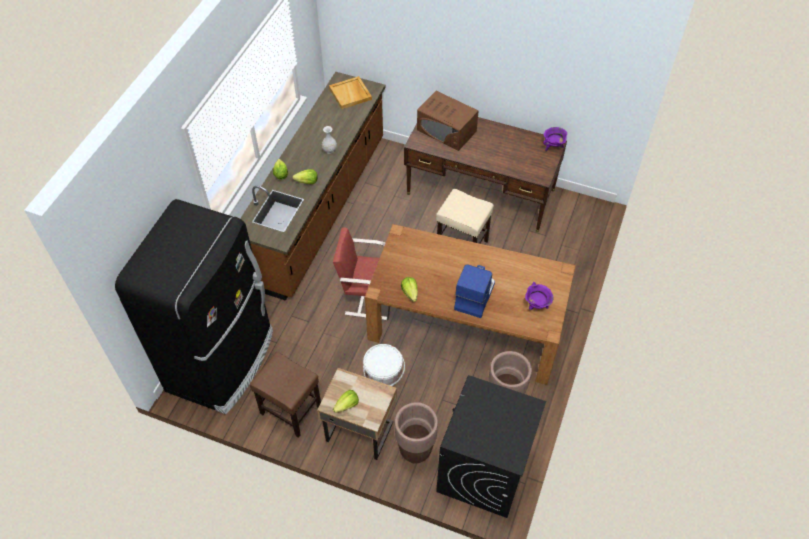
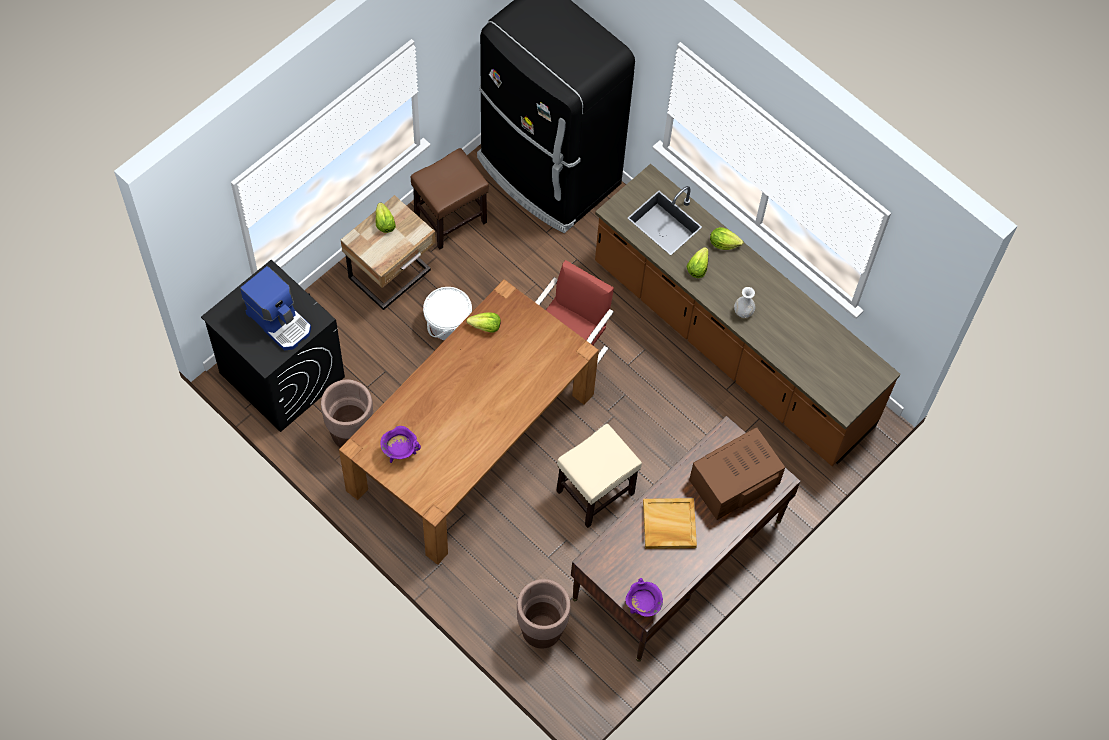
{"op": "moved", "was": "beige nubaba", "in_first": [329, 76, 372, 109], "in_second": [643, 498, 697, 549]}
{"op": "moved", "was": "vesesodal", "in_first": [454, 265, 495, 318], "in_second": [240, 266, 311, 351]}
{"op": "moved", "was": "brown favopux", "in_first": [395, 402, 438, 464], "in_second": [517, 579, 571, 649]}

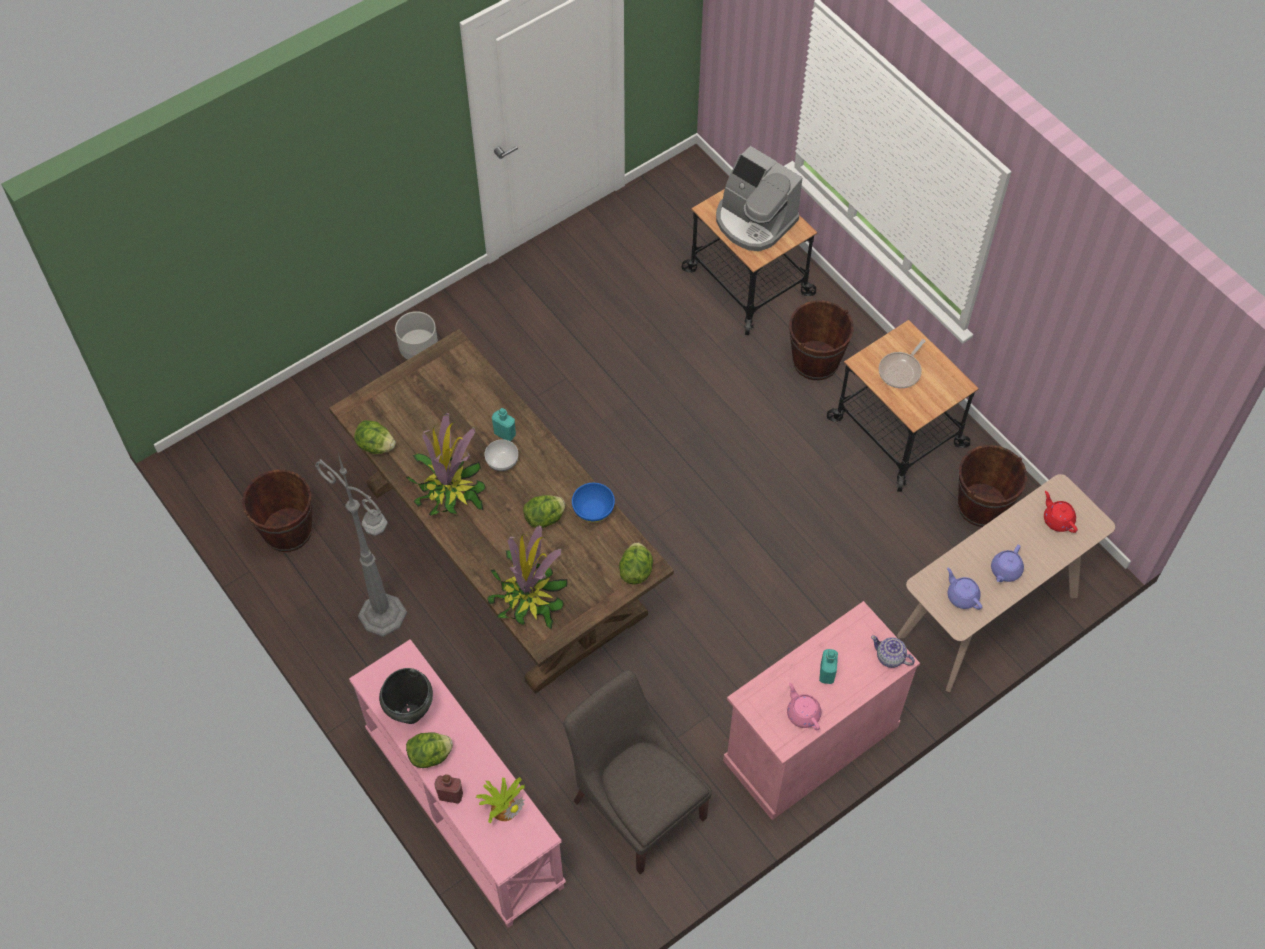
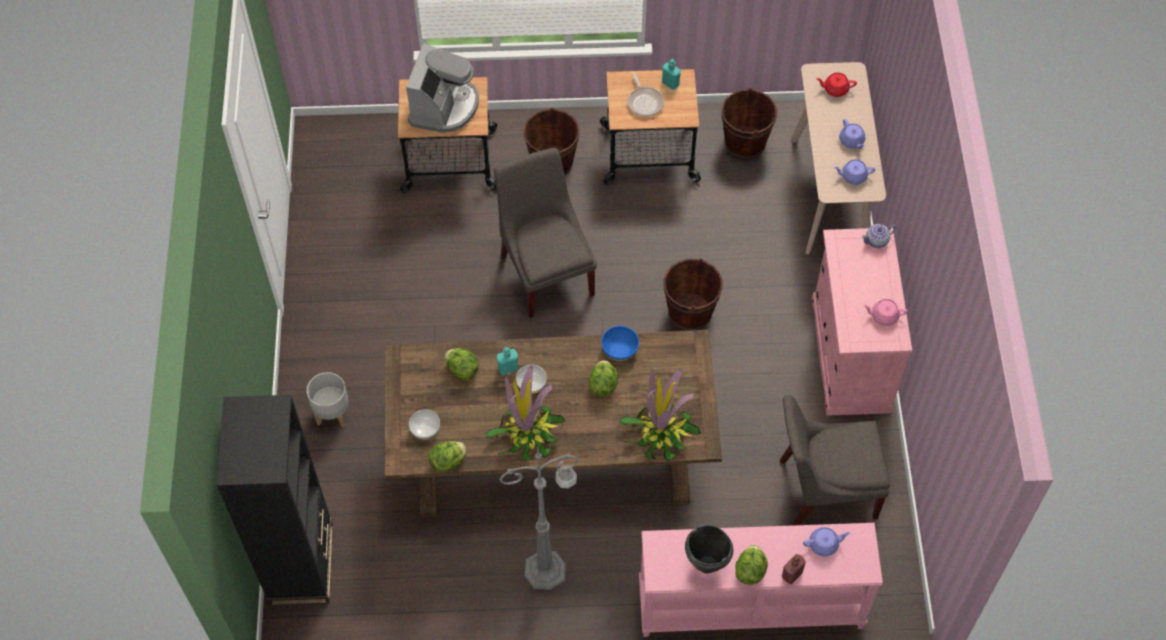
{"op": "turned", "was": "vesesodal", "in_first": [716, 146, 802, 251], "in_second": [406, 43, 479, 133], "clockwise": -60}
{"op": "moved", "was": "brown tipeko", "in_first": [242, 470, 313, 552], "in_second": [664, 258, 723, 331]}
{"op": "moved", "was": "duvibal", "in_first": [619, 542, 653, 585], "in_second": [444, 348, 479, 381]}
{"op": "moved", "was": "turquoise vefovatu", "in_first": [819, 649, 838, 684], "in_second": [662, 59, 681, 90]}
{"op": "replaced", "was": "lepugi", "now": "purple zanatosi", "in_first": [475, 777, 525, 824], "in_second": [803, 527, 850, 556]}
{"op": "added", "now": "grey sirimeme", "in_second": [494, 148, 597, 318]}
{"op": "added", "now": "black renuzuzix", "in_second": [216, 395, 333, 606]}
{"op": "added", "now": "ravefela", "in_second": [409, 410, 440, 440]}

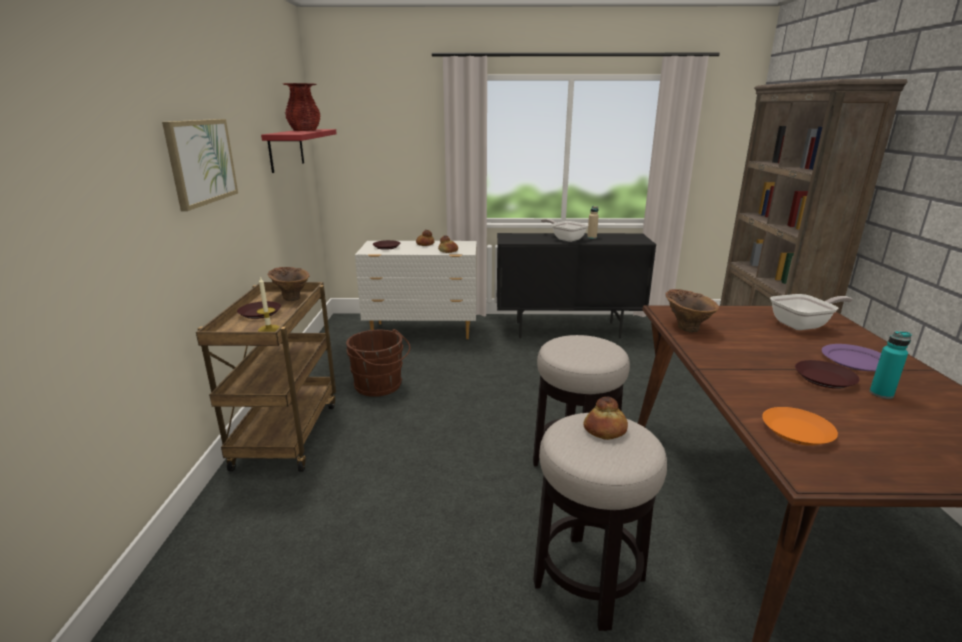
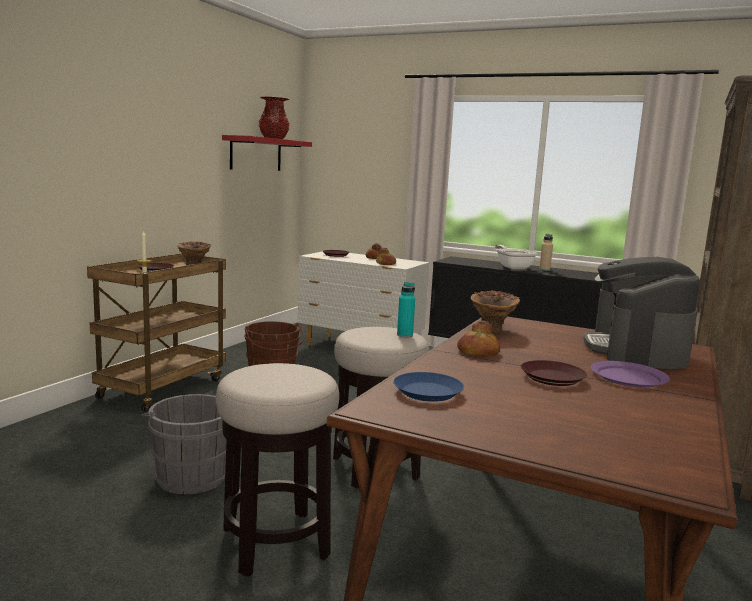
{"op": "removed", "was": "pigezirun", "in_first": [162, 119, 238, 211]}
{"op": "replaced", "was": "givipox", "now": "vesesodal", "in_first": [770, 294, 853, 330], "in_second": [583, 257, 700, 369]}
{"op": "moved", "was": "turquoise vefovatu", "in_first": [870, 331, 912, 399], "in_second": [397, 282, 415, 338]}
{"op": "moved", "was": "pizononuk", "in_first": [583, 397, 628, 440], "in_second": [457, 320, 500, 356]}
{"op": "recoloured", "was": "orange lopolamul", "now": "blue lopolamul", "in_first": [762, 407, 838, 446], "in_second": [393, 372, 464, 402]}
{"op": "added", "now": "grey tipeko", "in_second": [141, 394, 227, 494]}

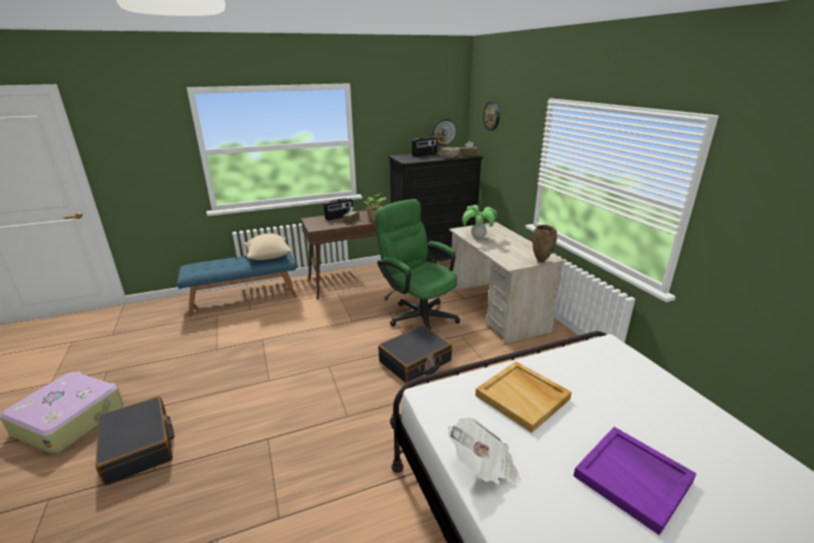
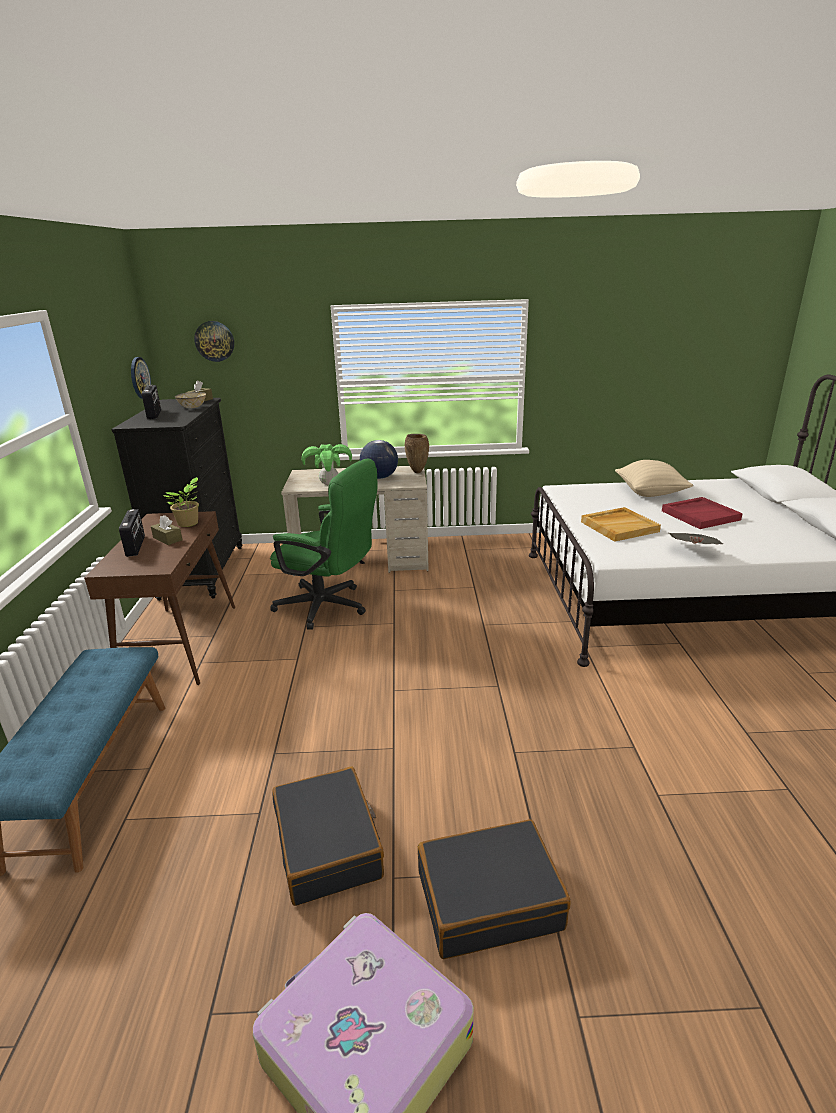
{"op": "turned", "was": "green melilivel", "in_first": [375, 199, 460, 330], "in_second": [270, 459, 377, 630], "clockwise": -135}
{"op": "moved", "was": "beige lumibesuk", "in_first": [244, 233, 291, 260], "in_second": [615, 460, 693, 497]}
{"op": "moved", "was": "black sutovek", "in_first": [378, 325, 452, 383], "in_second": [272, 767, 384, 906]}
{"op": "recoloured", "was": "purple nubaba", "now": "red nubaba", "in_first": [573, 427, 697, 535], "in_second": [662, 497, 743, 529]}
{"op": "added", "now": "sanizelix", "in_second": [360, 440, 398, 479]}

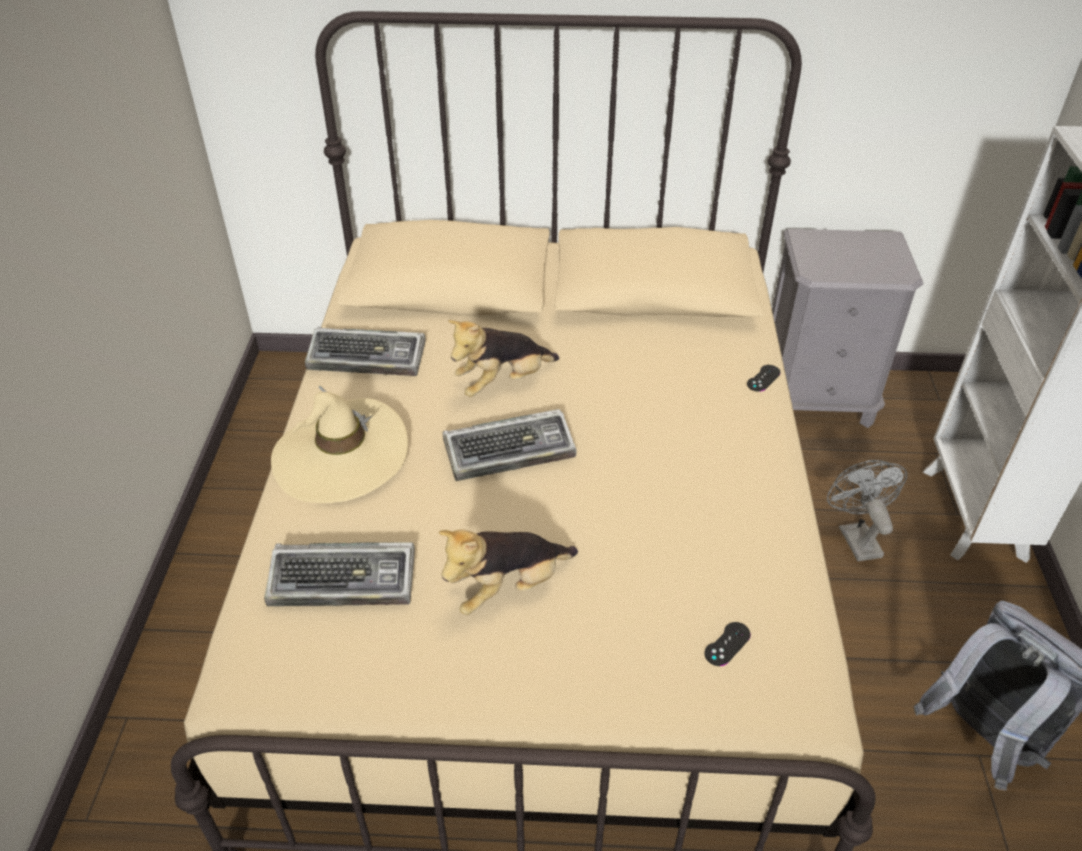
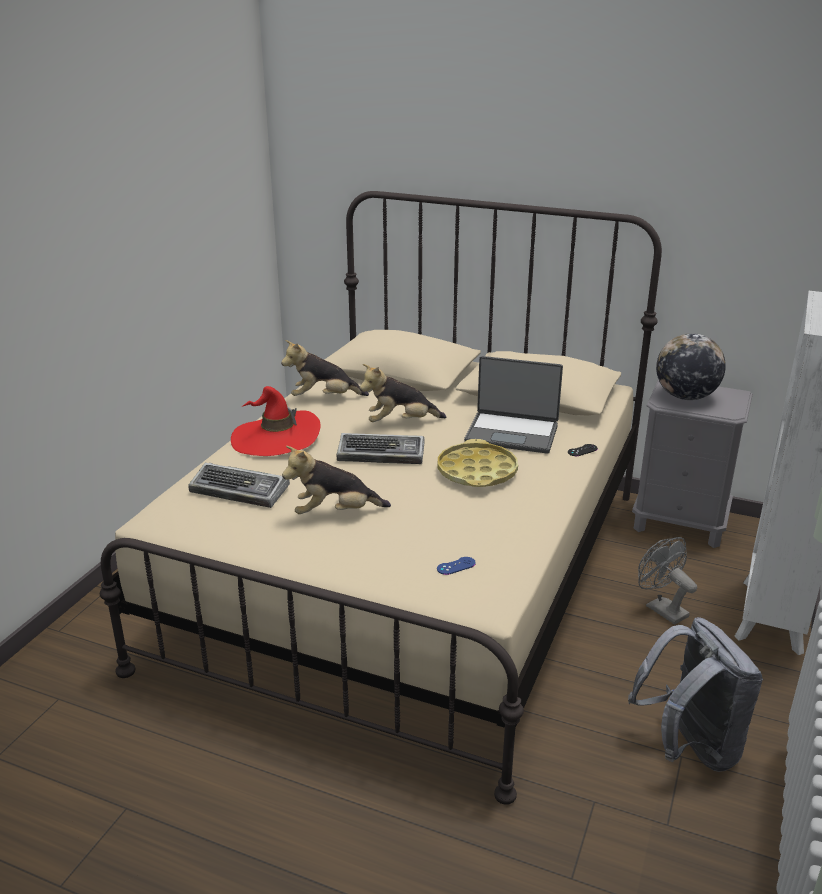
{"op": "replaced", "was": "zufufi", "now": "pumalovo", "in_first": [305, 327, 426, 376], "in_second": [281, 340, 369, 396]}
{"op": "recoloured", "was": "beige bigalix", "now": "red bigalix", "in_first": [271, 386, 408, 503], "in_second": [231, 386, 321, 456]}
{"op": "turned", "was": "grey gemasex", "in_first": [827, 460, 907, 561], "in_second": [638, 537, 697, 625], "clockwise": -45}
{"op": "recoloured", "was": "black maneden", "now": "blue maneden", "in_first": [704, 622, 751, 666], "in_second": [437, 557, 476, 575]}
{"op": "added", "now": "sanizelix", "in_second": [656, 333, 726, 400]}
{"op": "added", "now": "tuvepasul", "in_second": [464, 356, 563, 453]}
{"op": "added", "now": "yellow nubaba", "in_second": [438, 439, 518, 487]}

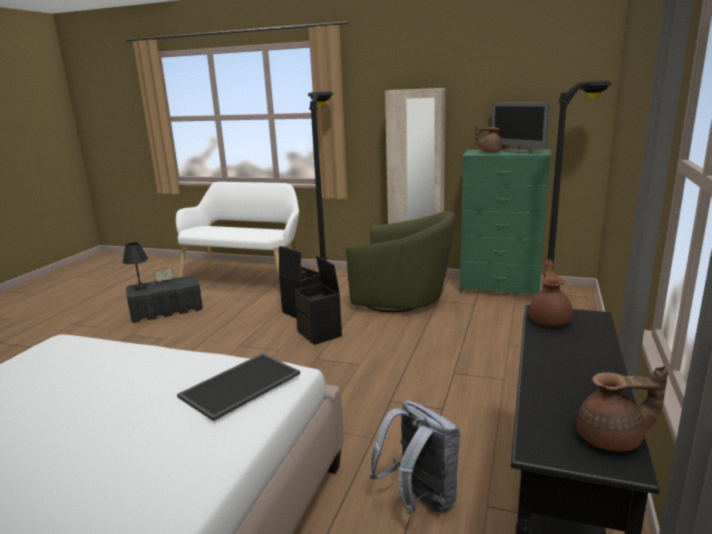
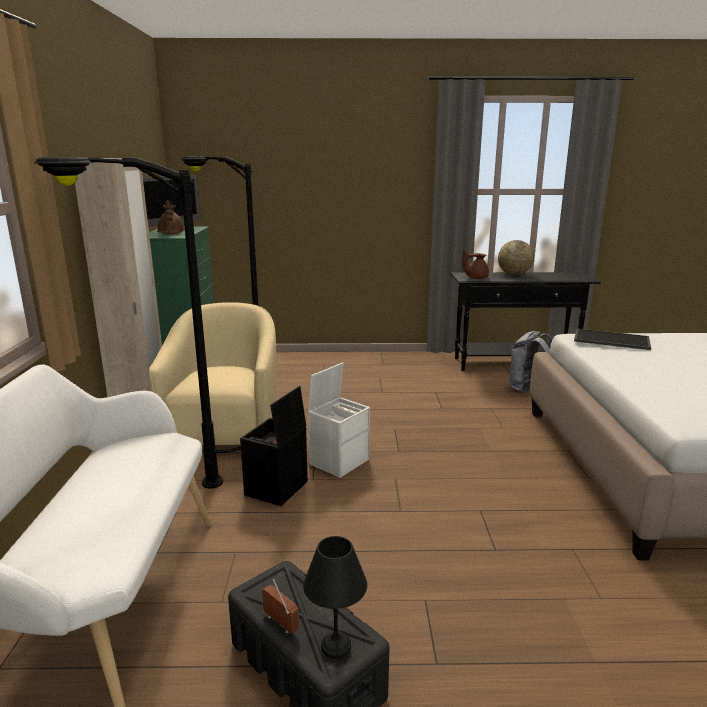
{"op": "recoloured", "was": "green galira", "now": "beige galira", "in_first": [346, 211, 455, 312], "in_second": [149, 302, 276, 453]}
{"op": "recoloured", "was": "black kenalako", "now": "white kenalako", "in_first": [294, 256, 342, 345], "in_second": [308, 362, 370, 478]}
{"op": "removed", "was": "brown zanatosi", "in_first": [577, 366, 668, 451]}
{"op": "added", "now": "sanizelix", "in_second": [498, 240, 534, 275]}

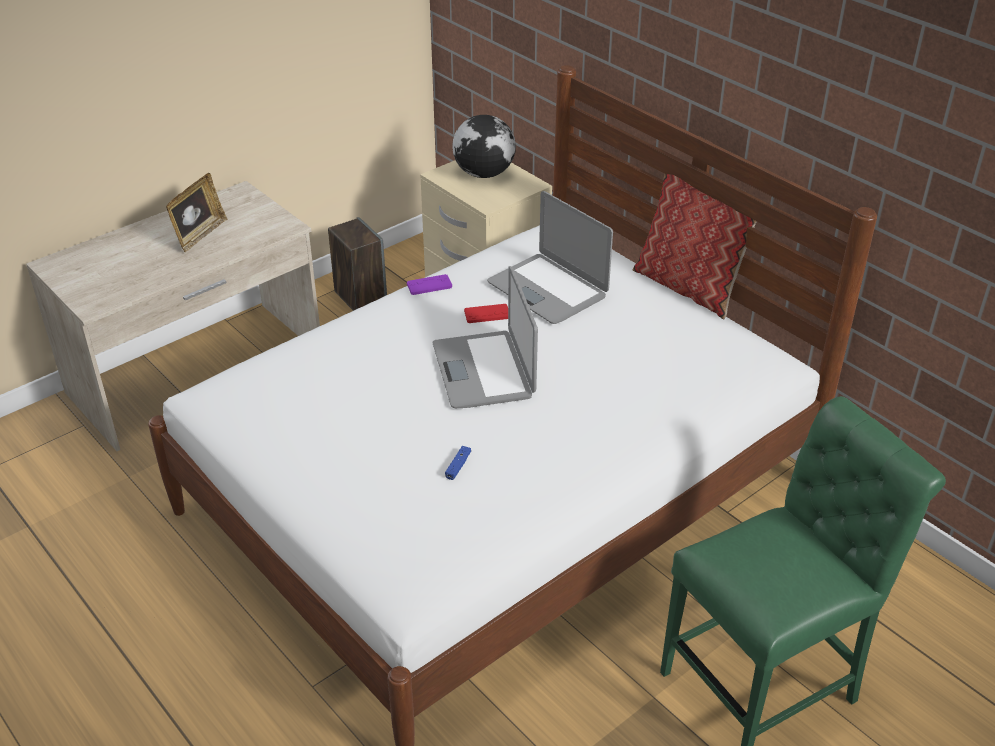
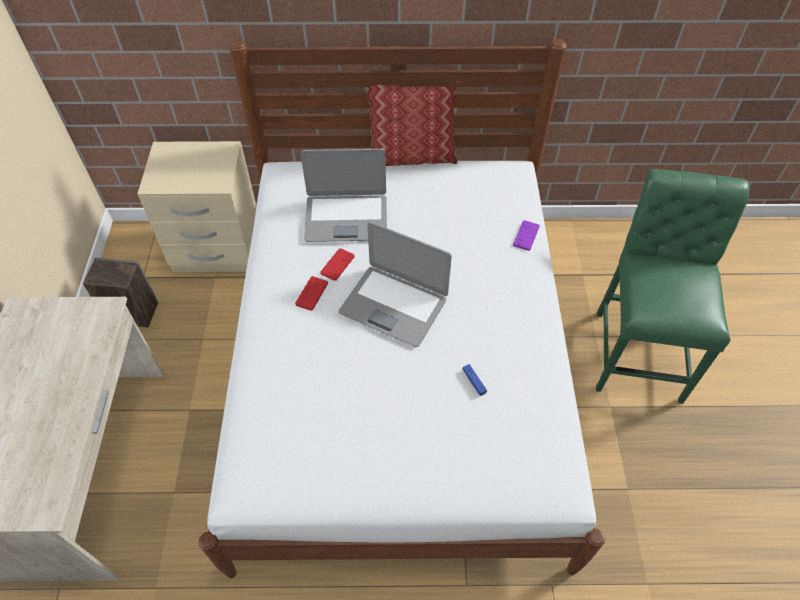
{"op": "removed", "was": "sanizelix", "in_first": [452, 115, 516, 178]}
{"op": "removed", "was": "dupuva", "in_first": [166, 173, 227, 252]}
{"op": "moved", "was": "purple maneden", "in_first": [407, 274, 452, 295], "in_second": [513, 220, 540, 251]}
{"op": "added", "now": "red maneden", "in_second": [295, 276, 328, 311]}

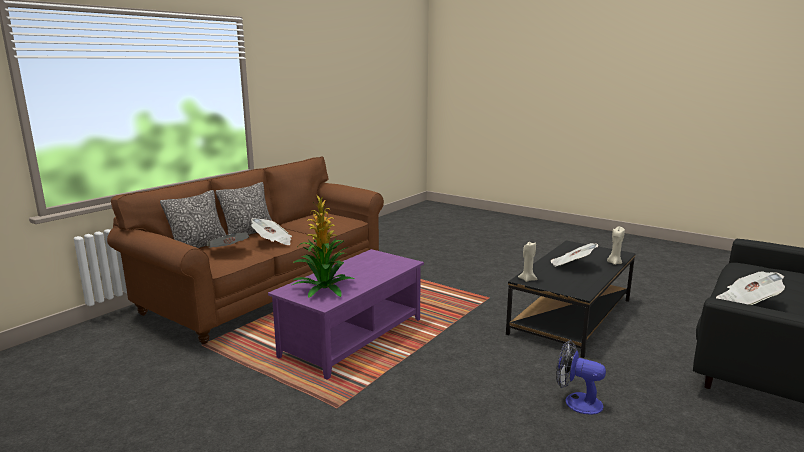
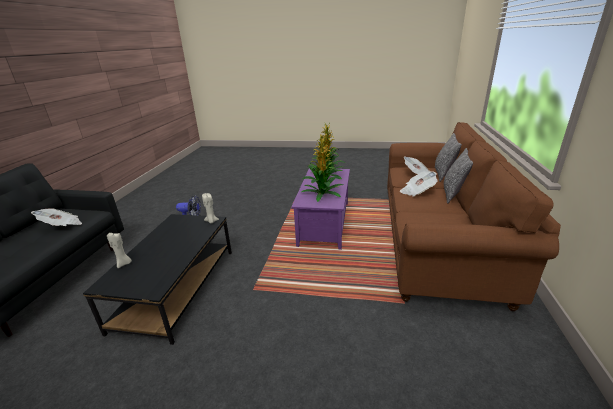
{"op": "removed", "was": "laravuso", "in_first": [551, 243, 598, 267]}
{"op": "added", "now": "lepugi", "in_second": [302, 134, 343, 202]}

